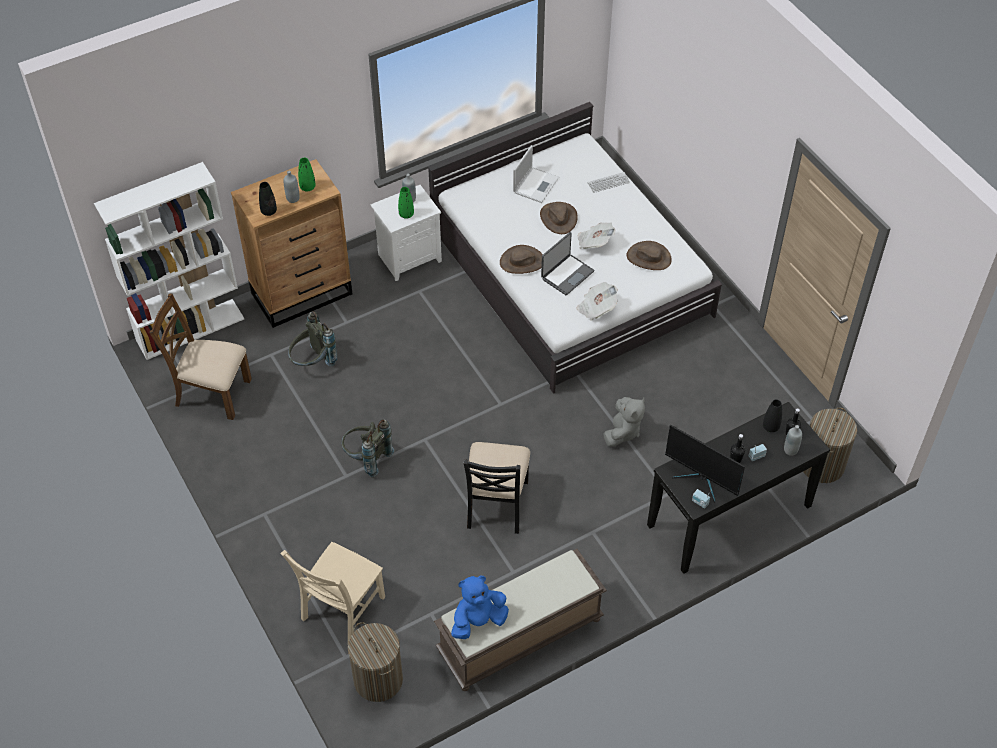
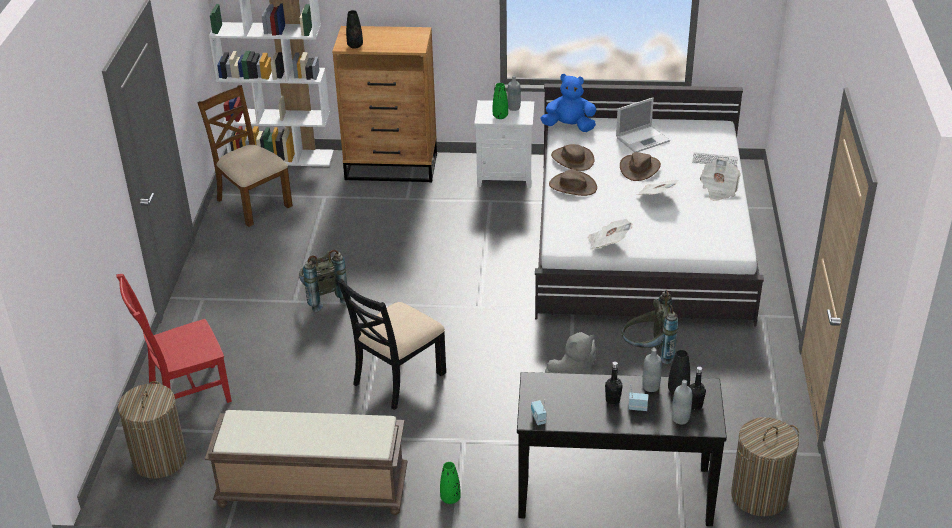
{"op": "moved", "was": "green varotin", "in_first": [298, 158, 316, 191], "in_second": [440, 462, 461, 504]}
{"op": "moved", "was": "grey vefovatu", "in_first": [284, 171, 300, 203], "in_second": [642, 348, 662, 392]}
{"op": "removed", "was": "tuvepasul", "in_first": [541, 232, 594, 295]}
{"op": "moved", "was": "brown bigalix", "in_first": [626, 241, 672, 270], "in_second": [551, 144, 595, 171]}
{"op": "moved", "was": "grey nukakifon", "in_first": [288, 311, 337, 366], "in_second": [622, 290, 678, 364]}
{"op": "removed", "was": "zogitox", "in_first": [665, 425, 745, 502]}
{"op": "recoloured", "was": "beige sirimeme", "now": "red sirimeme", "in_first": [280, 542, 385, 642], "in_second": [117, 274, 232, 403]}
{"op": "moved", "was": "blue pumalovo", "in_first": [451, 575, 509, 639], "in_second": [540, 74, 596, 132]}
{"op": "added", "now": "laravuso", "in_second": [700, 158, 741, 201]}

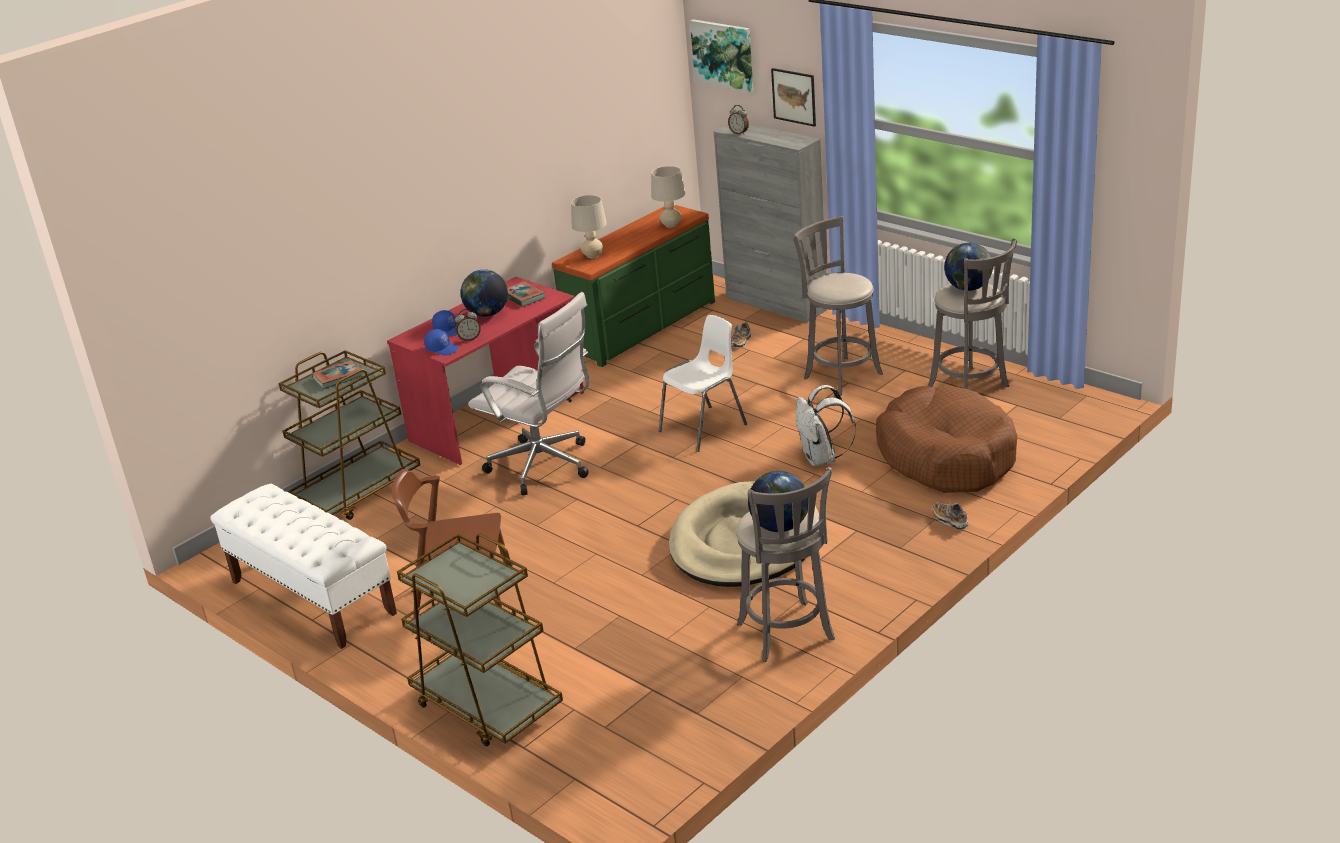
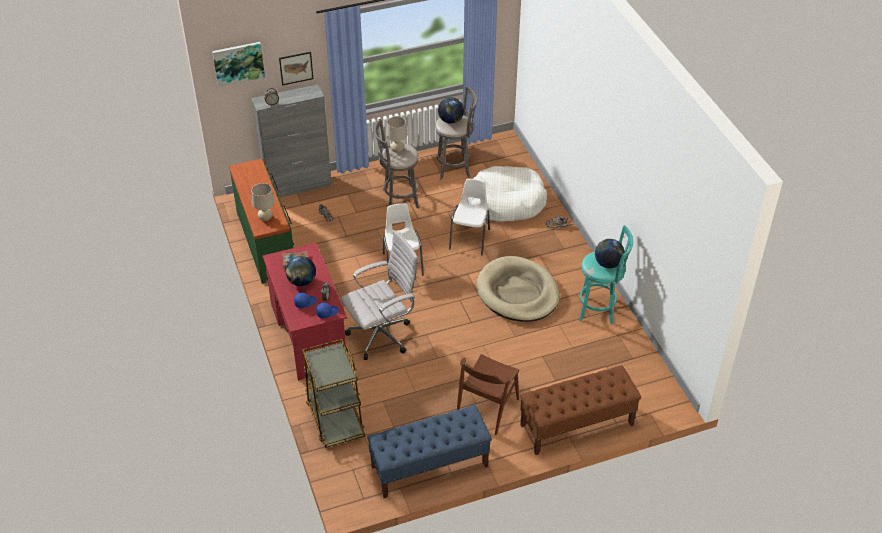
{"op": "moved", "was": "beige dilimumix", "in_first": [651, 166, 685, 228], "in_second": [386, 116, 408, 153]}
{"op": "removed", "was": "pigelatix", "in_first": [312, 360, 363, 389]}
{"op": "replaced", "was": "white nukakifon", "now": "white sirimeme", "in_first": [795, 385, 856, 466], "in_second": [449, 179, 490, 255]}
{"op": "recoloured", "was": "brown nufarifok", "now": "white nufarifok", "in_first": [876, 386, 1017, 493], "in_second": [468, 166, 547, 222]}
{"op": "recoloured", "was": "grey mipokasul", "now": "turquoise mipokasul", "in_first": [736, 467, 835, 662], "in_second": [579, 225, 633, 324]}
{"op": "recoloured", "was": "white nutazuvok", "now": "blue nutazuvok", "in_first": [210, 484, 397, 649], "in_second": [367, 405, 492, 498]}
{"op": "replaced", "was": "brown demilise", "now": "brown nutazuvok", "in_first": [397, 533, 563, 746], "in_second": [520, 365, 641, 455]}

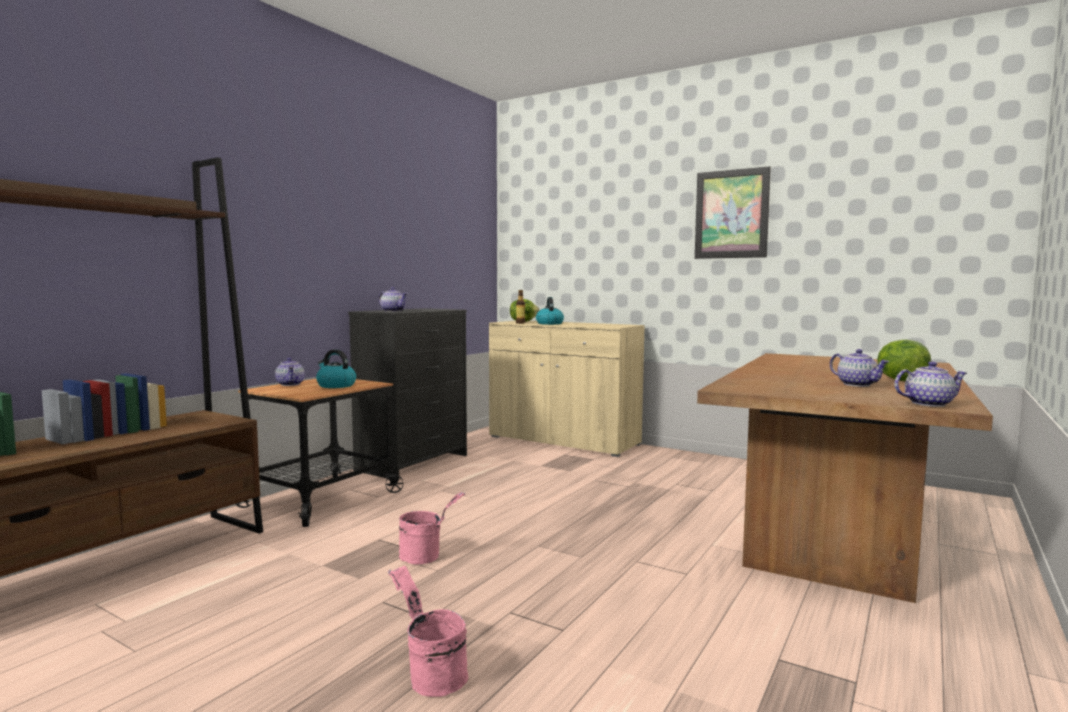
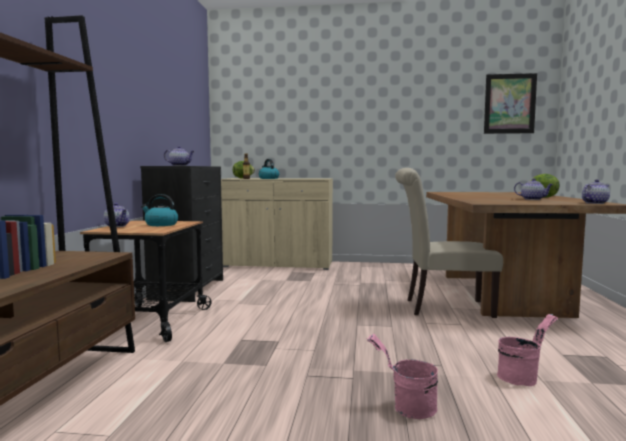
{"op": "moved", "was": "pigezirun", "in_first": [695, 166, 771, 259], "in_second": [484, 73, 537, 134]}
{"op": "moved", "was": "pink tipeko", "in_first": [399, 492, 466, 565], "in_second": [497, 314, 558, 386]}
{"op": "added", "now": "beige sirimeme", "in_second": [395, 168, 503, 318]}

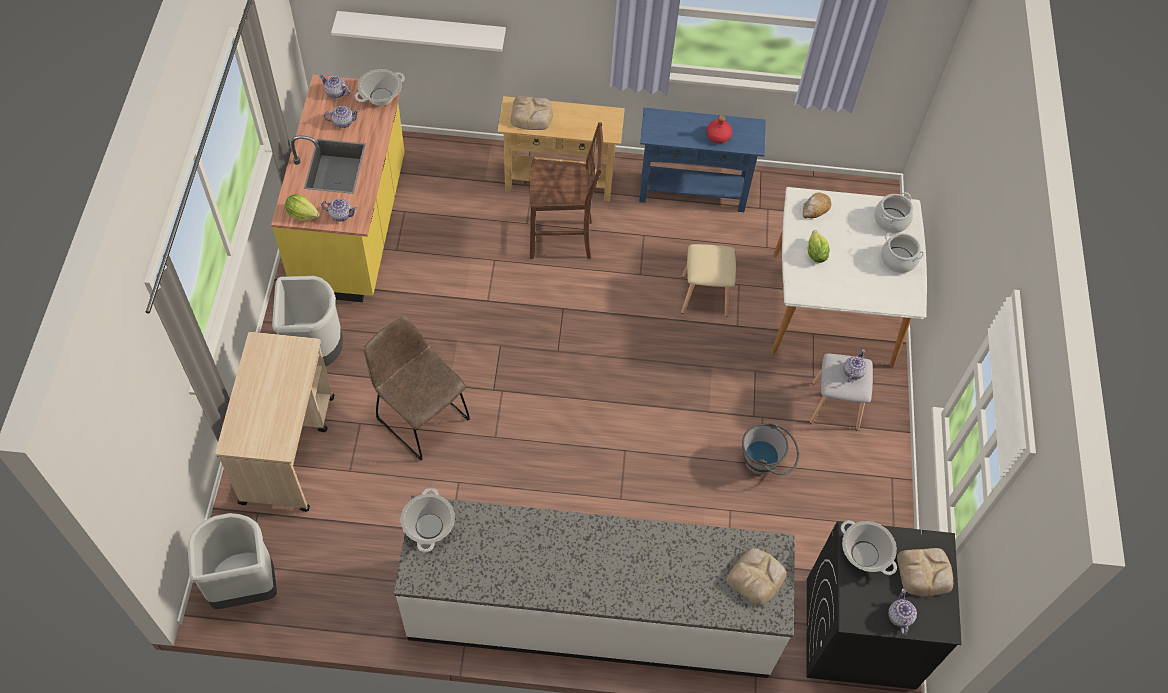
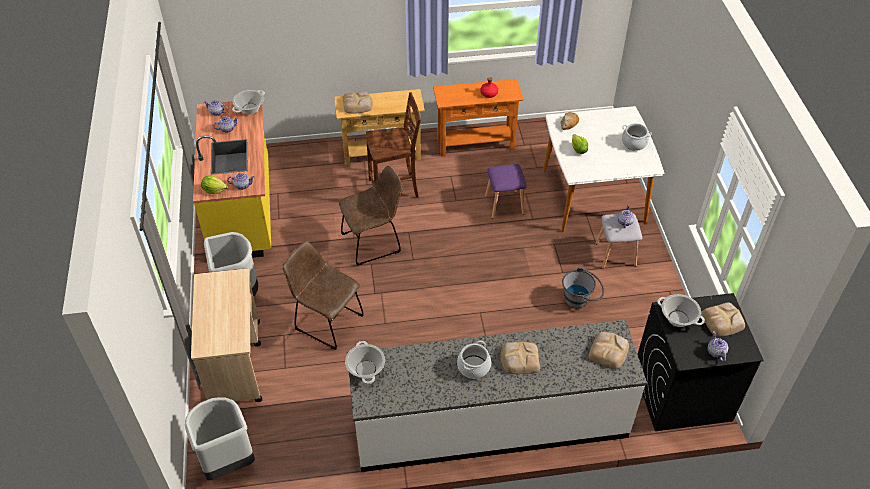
{"op": "removed", "was": "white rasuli", "in_first": [331, 11, 506, 52]}
{"op": "recoloured", "was": "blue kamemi", "now": "orange kamemi", "in_first": [639, 108, 766, 212], "in_second": [433, 79, 524, 157]}
{"op": "moved", "was": "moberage", "in_first": [874, 192, 913, 233], "in_second": [457, 341, 491, 379]}
{"op": "recoloured", "was": "beige mipokasul", "now": "purple mipokasul", "in_first": [681, 244, 736, 317], "in_second": [485, 164, 527, 219]}
{"op": "added", "now": "brown sirimeme", "in_second": [339, 166, 403, 266]}
{"op": "added", "now": "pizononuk", "in_second": [501, 342, 540, 374]}

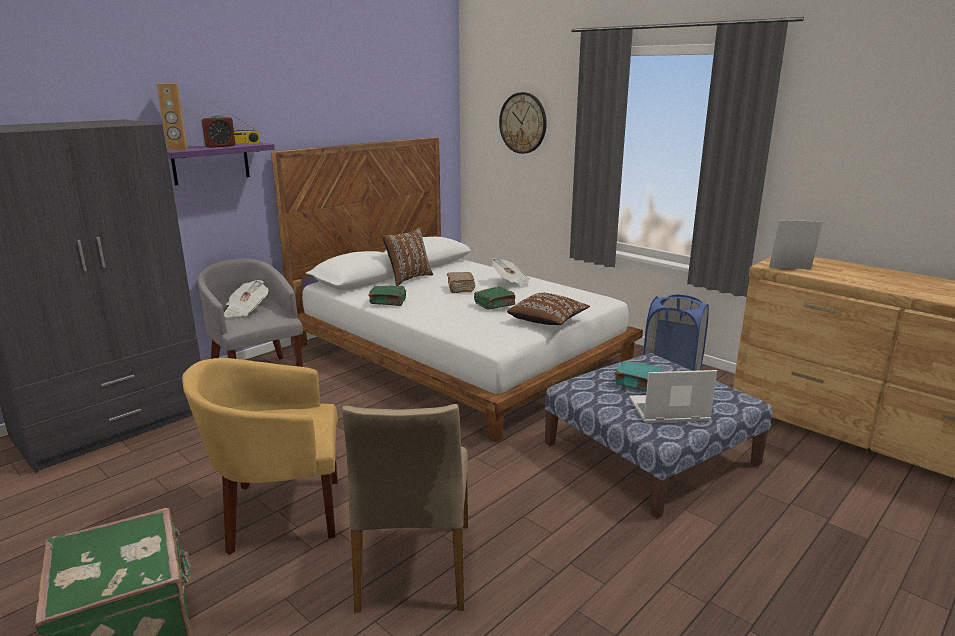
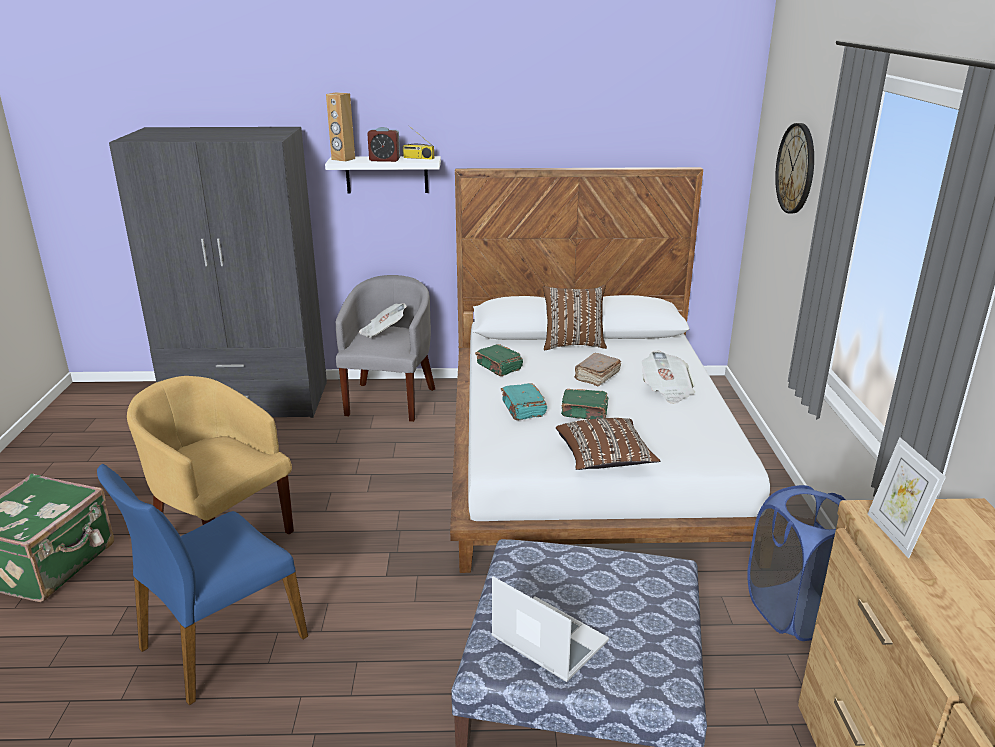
{"op": "recoloured", "was": "purple rasuli", "now": "white rasuli", "in_first": [167, 142, 275, 186], "in_second": [325, 156, 441, 194]}
{"op": "turned", "was": "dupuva", "in_first": [769, 220, 823, 269], "in_second": [868, 437, 946, 558], "clockwise": -150}
{"op": "moved", "was": "turquoise pigelatix", "in_first": [614, 360, 663, 392], "in_second": [501, 383, 547, 420]}
{"op": "recoloured", "was": "beige sirimeme", "now": "blue sirimeme", "in_first": [342, 404, 468, 613], "in_second": [97, 464, 308, 705]}

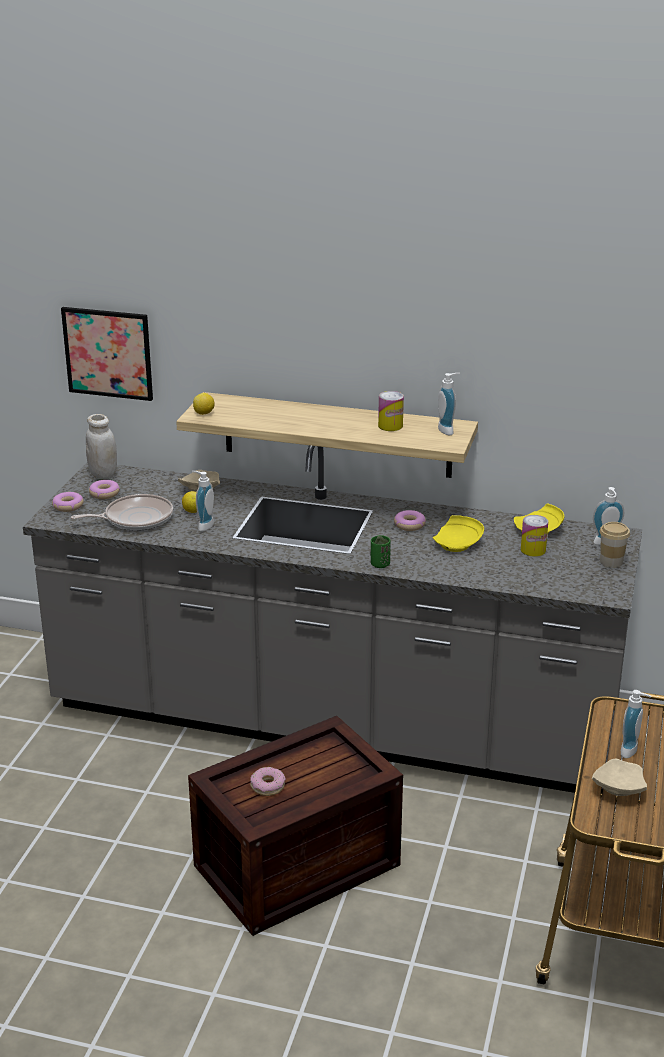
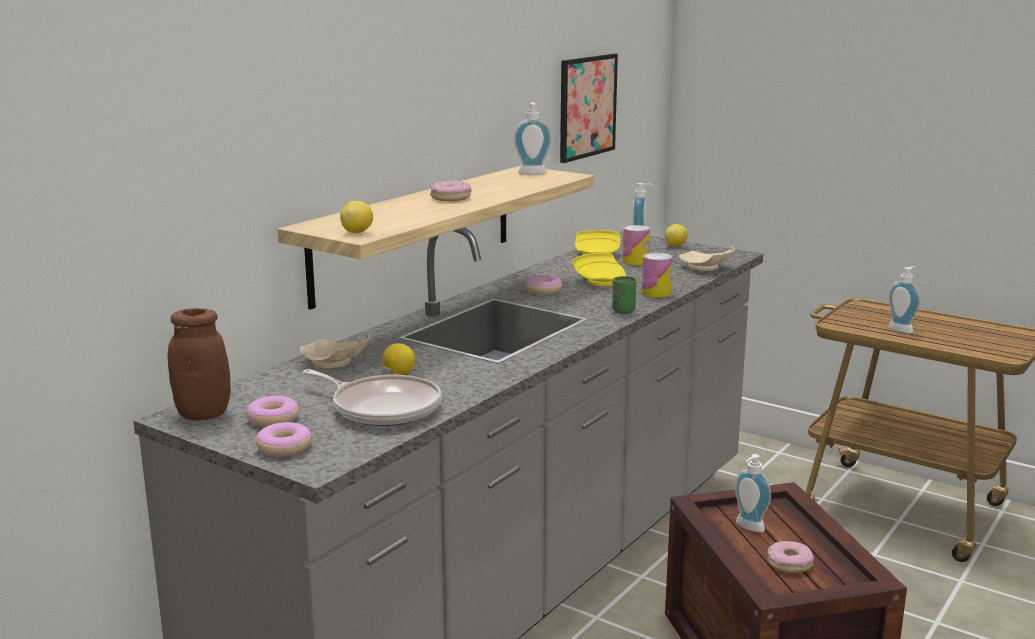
{"op": "moved", "was": "pigezirun", "in_first": [61, 307, 153, 401], "in_second": [560, 54, 618, 163]}
{"op": "moved", "was": "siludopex", "in_first": [378, 391, 404, 431], "in_second": [642, 253, 672, 298]}
{"op": "recoloured", "was": "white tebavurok", "now": "brown tebavurok", "in_first": [86, 414, 117, 479], "in_second": [168, 308, 231, 420]}
{"op": "moved", "was": "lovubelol", "in_first": [192, 471, 214, 531], "in_second": [735, 454, 771, 532]}
{"op": "turned", "was": "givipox", "in_first": [71, 494, 173, 531], "in_second": [303, 369, 442, 426], "clockwise": 120}
{"op": "replaced", "was": "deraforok", "now": "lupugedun", "in_first": [600, 522, 630, 568], "in_second": [665, 224, 688, 246]}
{"op": "moved", "was": "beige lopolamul", "in_first": [592, 758, 647, 796], "in_second": [679, 247, 735, 271]}
{"op": "added", "now": "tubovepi", "in_second": [430, 180, 471, 201]}

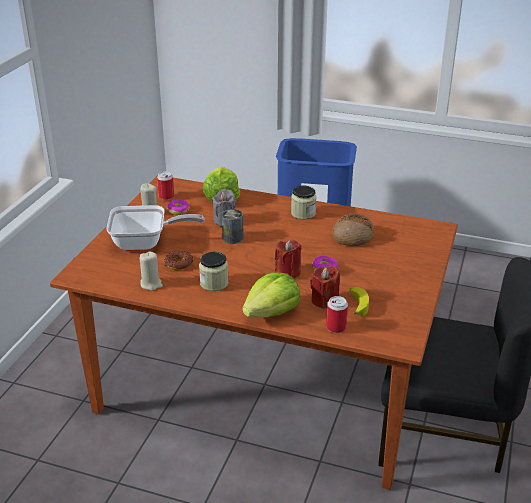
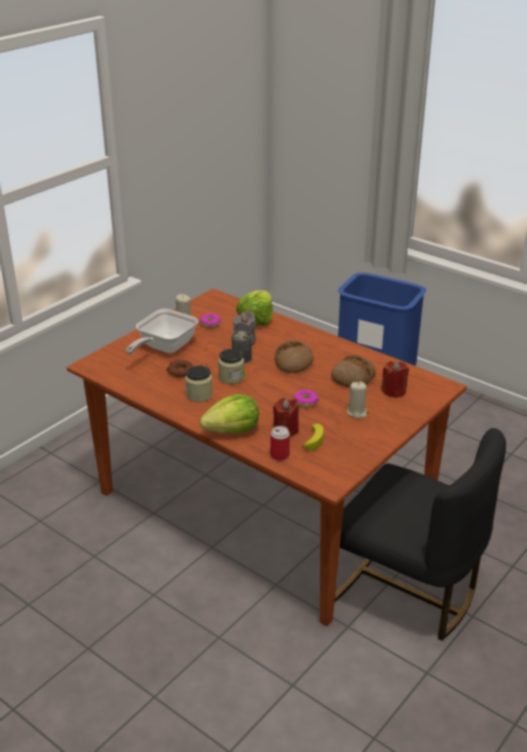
{"op": "removed", "was": "siludopex", "in_first": [157, 171, 174, 200]}
{"op": "moved", "was": "tebavurok", "in_first": [291, 186, 316, 220], "in_second": [218, 349, 244, 384]}
{"op": "turned", "was": "givipox", "in_first": [106, 205, 205, 250], "in_second": [126, 309, 198, 355], "clockwise": 105}
{"op": "moved", "was": "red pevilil", "in_first": [275, 240, 301, 278], "in_second": [381, 361, 409, 398]}
{"op": "moved", "was": "beige pevilil", "in_first": [140, 251, 163, 291], "in_second": [347, 381, 367, 419]}
{"op": "added", "now": "pizononuk", "in_second": [275, 340, 314, 373]}

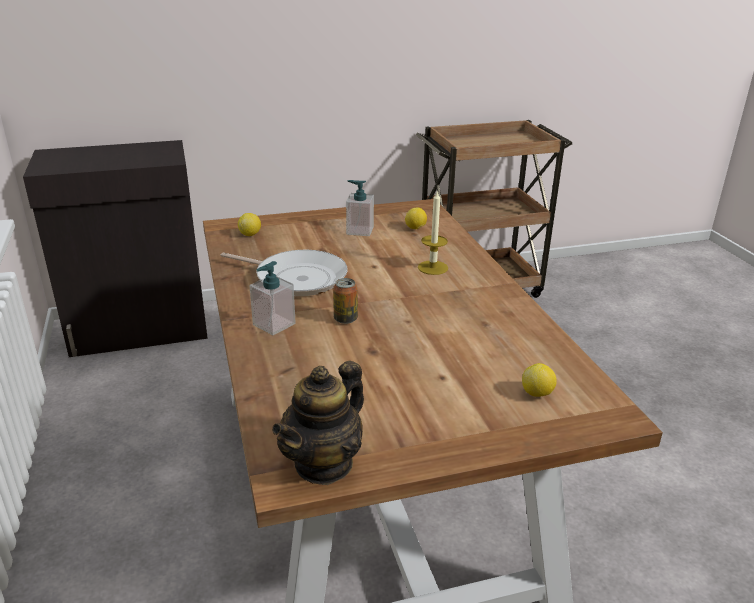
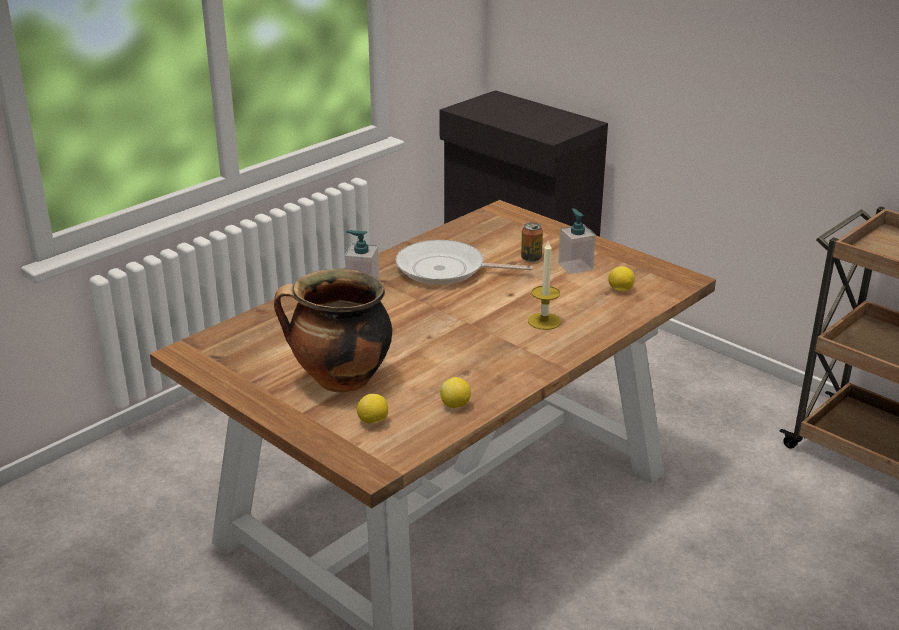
{"op": "moved", "was": "lupugedun", "in_first": [238, 213, 261, 236], "in_second": [440, 377, 471, 408]}
{"op": "turned", "was": "givipox", "in_first": [221, 250, 348, 296], "in_second": [396, 240, 533, 285], "clockwise": 105}
{"op": "moved", "was": "siludopex", "in_first": [333, 278, 358, 324], "in_second": [521, 222, 543, 262]}
{"op": "removed", "was": "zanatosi", "in_first": [272, 361, 364, 485]}
{"op": "added", "now": "moberage", "in_second": [274, 269, 392, 393]}

